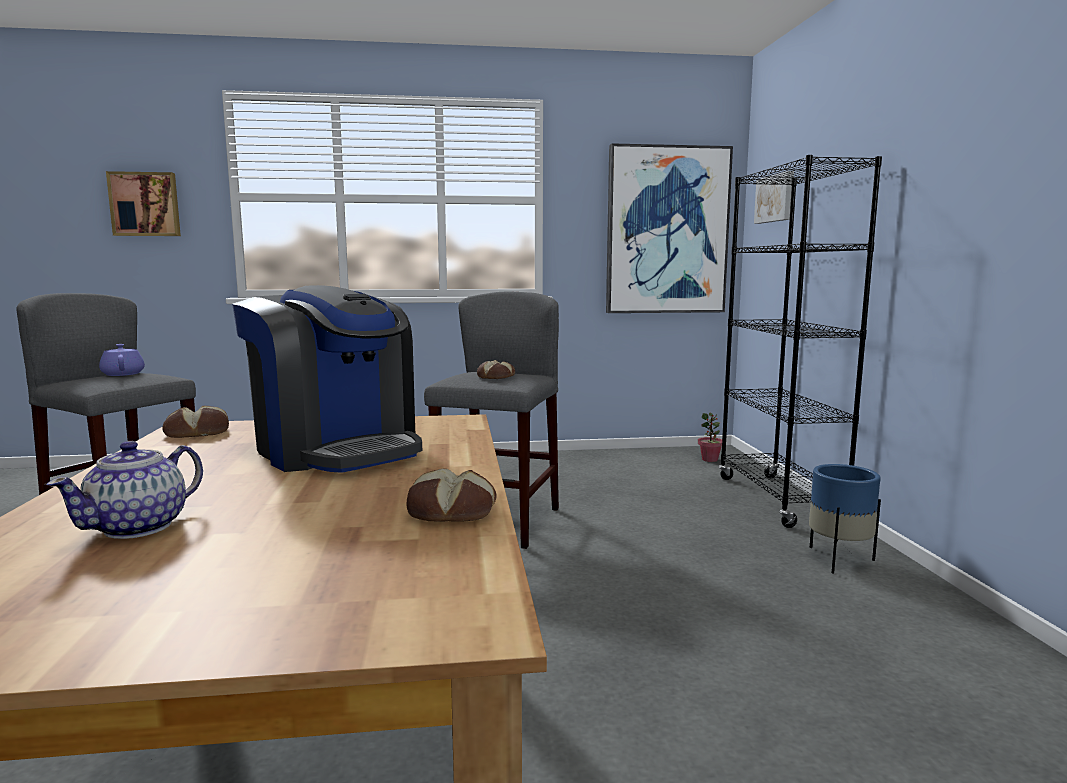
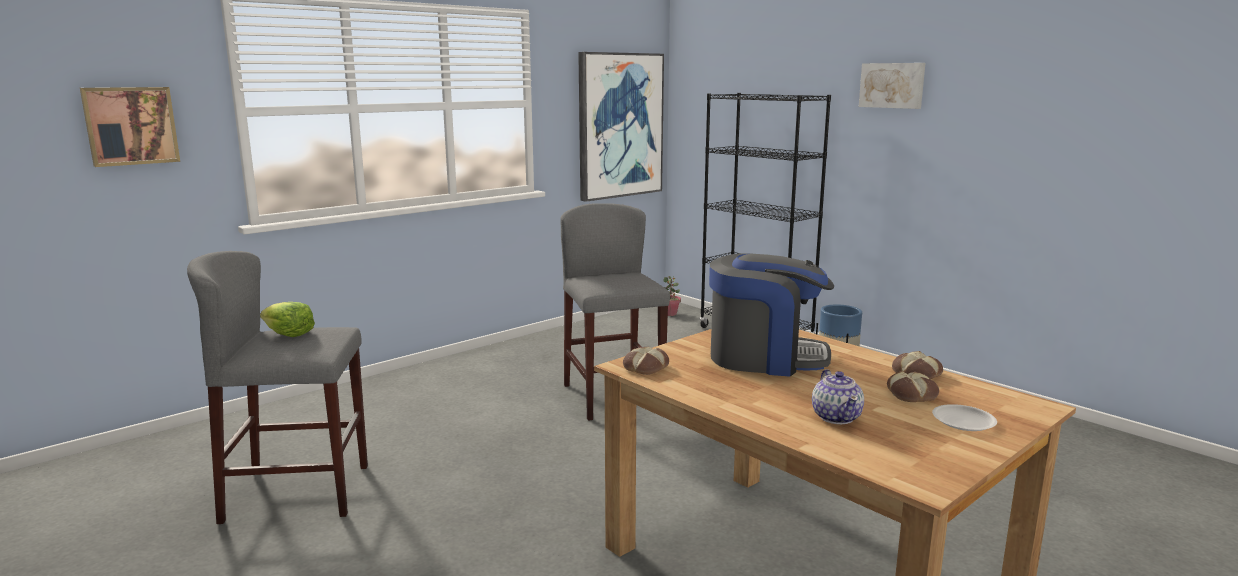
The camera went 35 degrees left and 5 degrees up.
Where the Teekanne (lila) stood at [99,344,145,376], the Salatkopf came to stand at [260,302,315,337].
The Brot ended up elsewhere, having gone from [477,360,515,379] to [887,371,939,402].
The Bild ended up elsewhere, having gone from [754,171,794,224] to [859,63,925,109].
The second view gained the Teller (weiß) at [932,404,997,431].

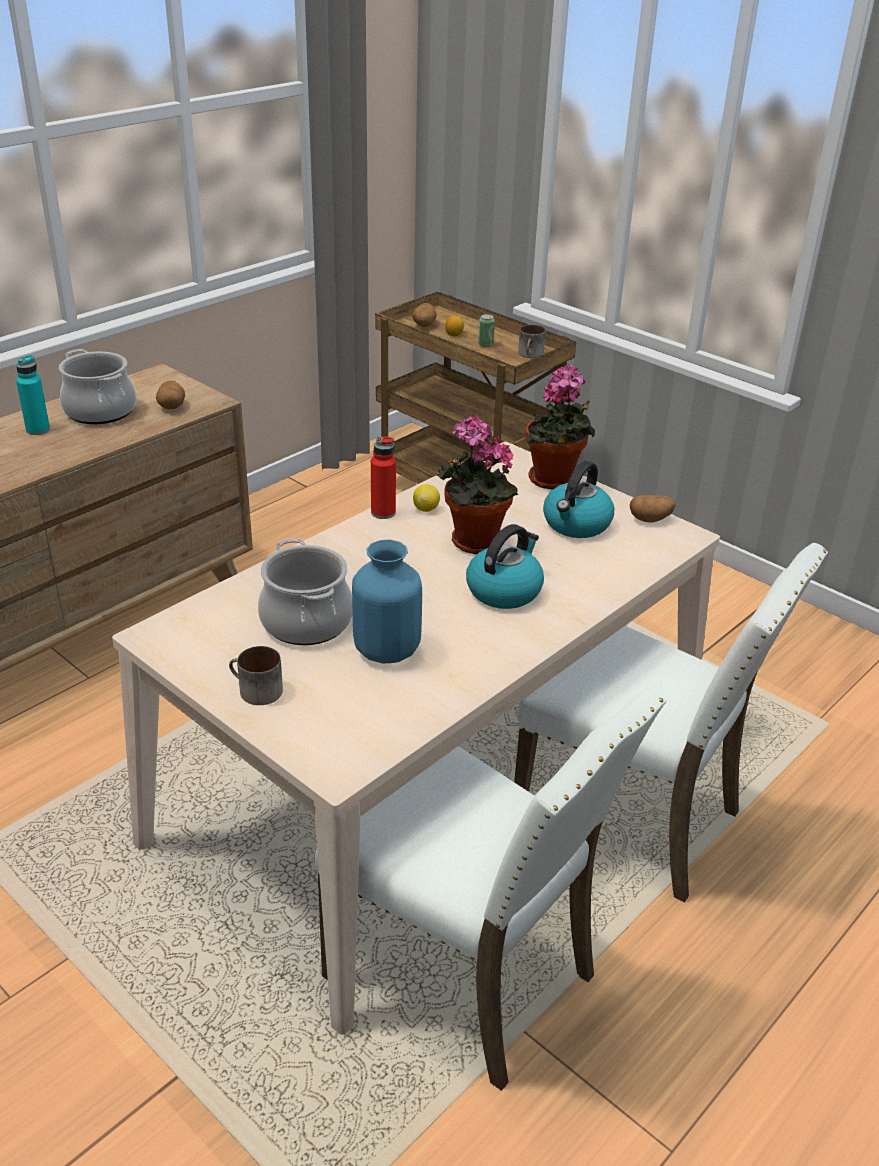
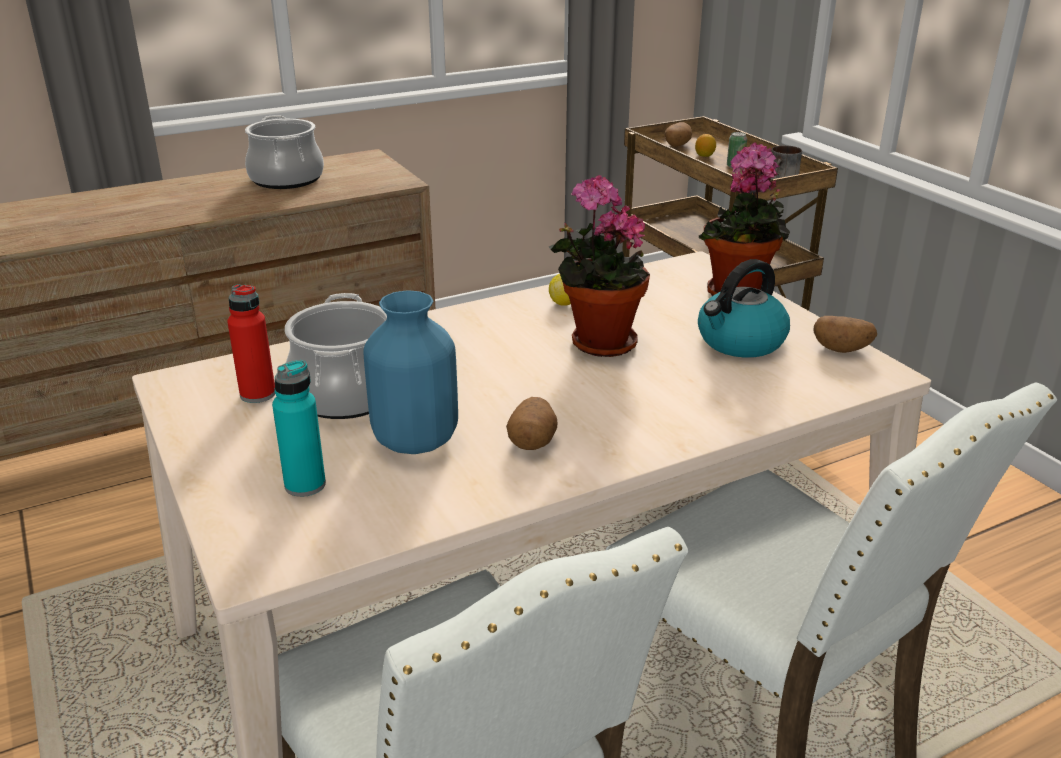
The camera went 20 degrees right and 5 degrees down.
The Flasche (türkis) ended up elsewhere, having gone from [16,355,50,435] to [272,360,326,497].
The Kartoffel ended up elsewhere, having gone from [156,381,185,410] to [506,397,557,450].
The second view lost the Henkelbecher at [229,646,283,705].
The Flasche (rot) ended up elsewhere, having gone from [371,437,396,519] to [227,284,275,403].
The second view lost the Wasserkessel at [466,524,544,609].

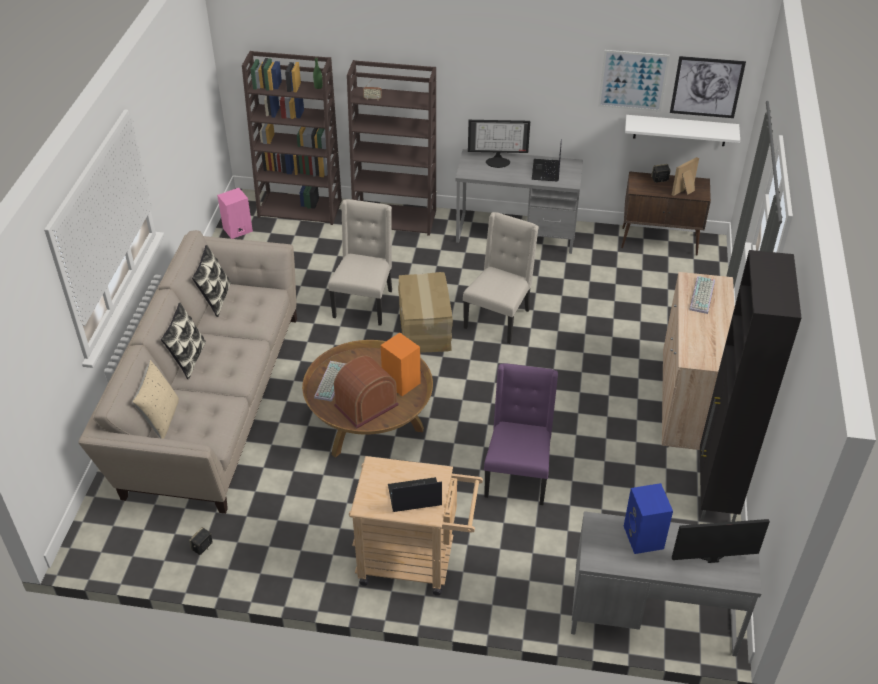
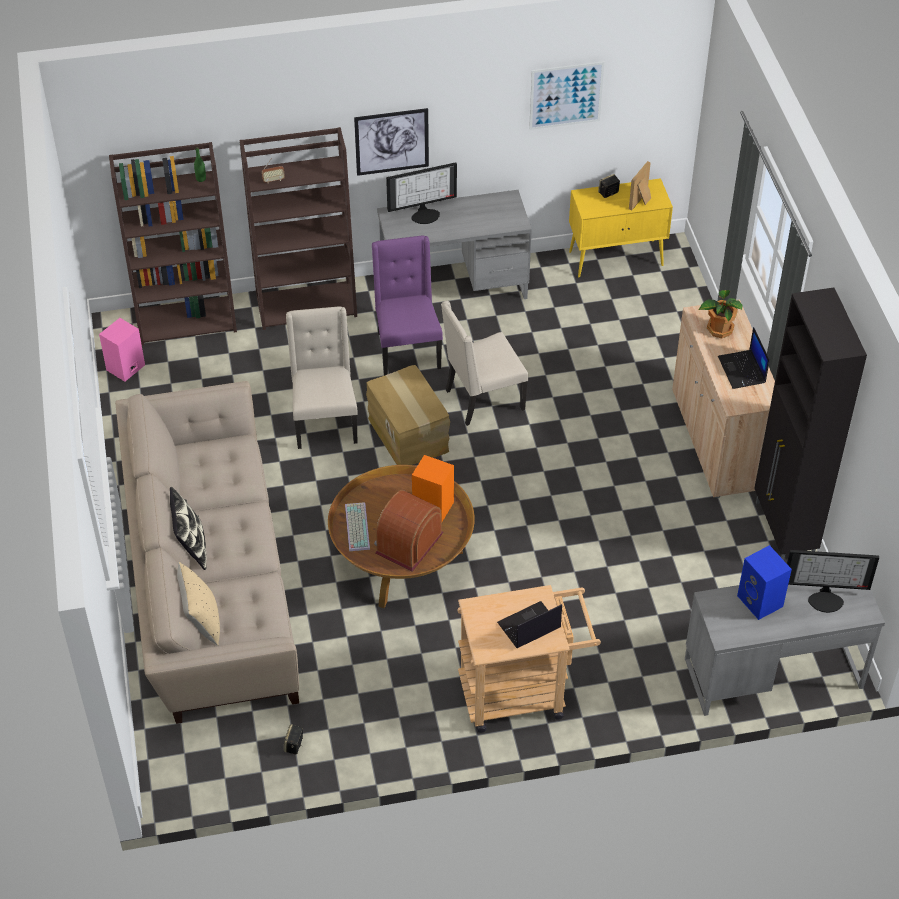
The camera went 20 degrees left and 5 degrees up.
The second view lost the Kissen at [192,245,231,317].
The Stuhl (beige) at [463,212,539,344] ended up facing another way, 120 degrees counterclockwise from before.
The Stuhl (lila) ended up elsewhere, having gone from [484,363,558,505] to [372,236,443,376].
The Laptop ended up elsewhere, having gone from [532,139,562,181] to [718,327,770,389].
What was the Schrank (braun) at [621,171,711,256] turned into the Schrank (gelb) at [569,178,673,278].
The second view lost the Wandregal (weiß) at [625,115,740,146].
The Bild ended up elsewhere, having gone from [670,56,746,118] to [354,108,429,176].
The Monitor at [672,519,770,563] ended up facing another way, 150 degrees counterclockwise from before.
Where the Tastatur stood at [689,276,715,314], the Topfpflanze came to stand at [699,290,743,338].

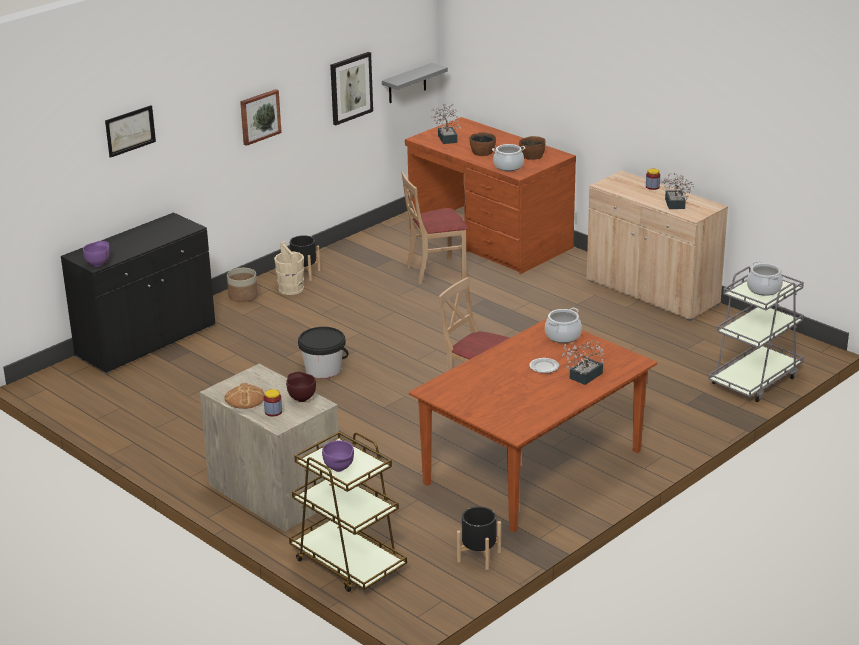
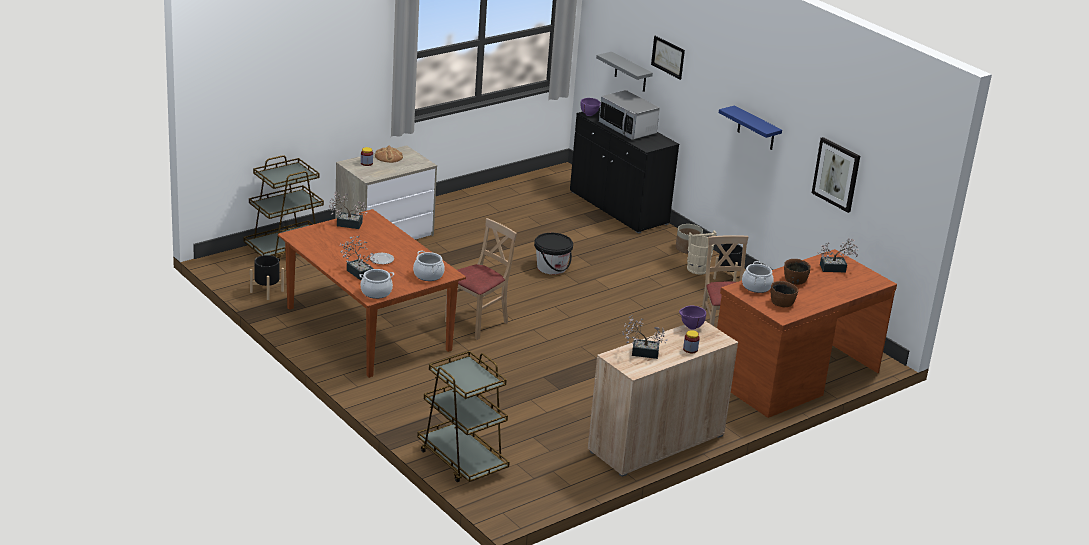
The camera went 95 degrees right and 0 degrees up.
Where the Bild hung at [240,89,282,146], the Wandregal (blau) came to hang at [719,105,782,150].
The second view lost the Schüssel (braun) at [286,372,316,402].
The Schüssel (lila) ended up elsewhere, having gone from [322,440,354,472] to [679,306,706,330].
The Wandregal (grau) ended up elsewhere, having gone from [382,63,448,103] to [596,52,653,92].
What was the Rollwagen (grau) at [708,267,804,402] turned into the Rollwagen (braun) at [417,351,510,482].
The Kochtopf ended up elsewhere, having gone from [747,261,783,296] to [359,269,394,299].
The second view gained the Topfpflanze at [329,190,368,229].
The second view gained the Mikrowelle at [599,90,660,140].

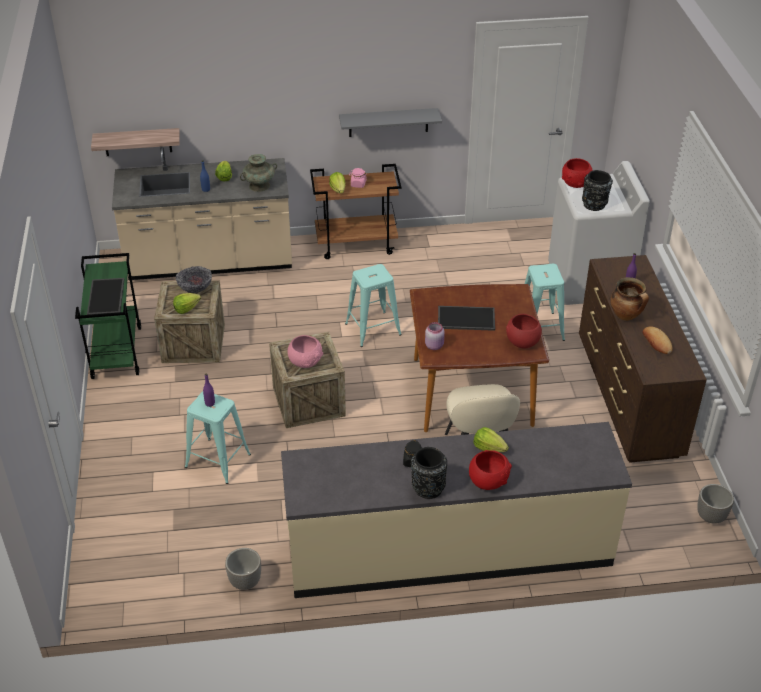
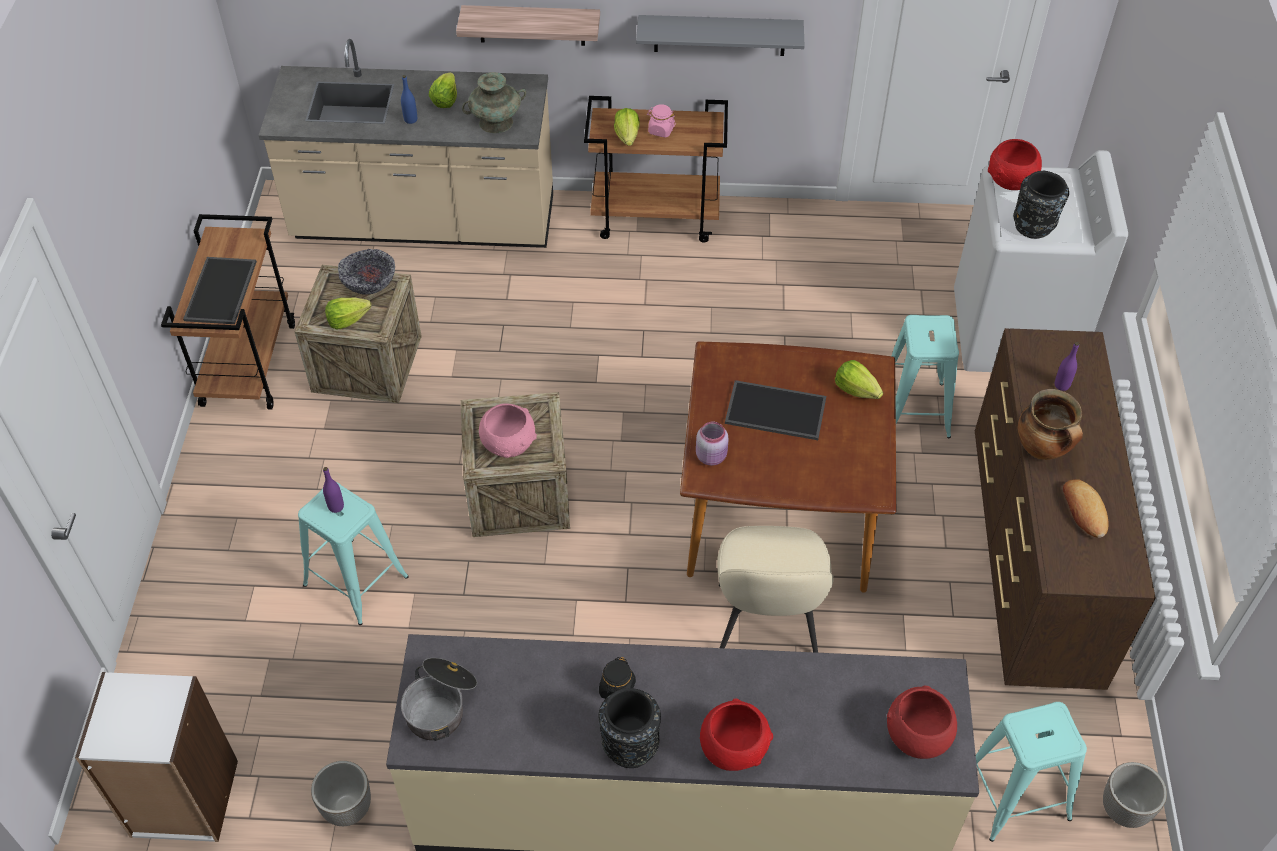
The camera went 10 degrees right and 10 degrees up.
What was the Rollwagen (grün) at [75,253,141,379] turned into the Rollwagen (braun) at [161,214,295,410].
The Wandregal ended up elsewhere, having gone from [91,128,180,156] to [456,5,600,46].
The Hocker (türkis) ended up elsewhere, having gone from [345,264,402,347] to [976,702,1087,842].
The Salatkopf ended up elsewhere, having gone from [473,427,509,452] to [835,360,883,399].
The Schüssel (rot) ended up elsewhere, having gone from [506,314,542,348] to [887,685,957,759].
The second view gained the Bücherregal (weiß) at [75,672,238,842].
The second view gained the Kochtopf at [401,658,477,741].

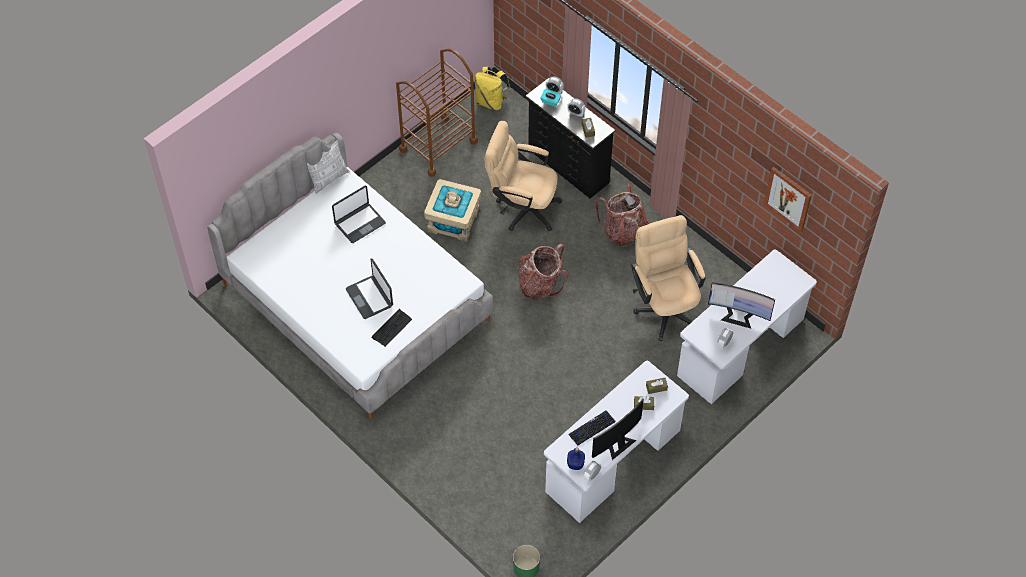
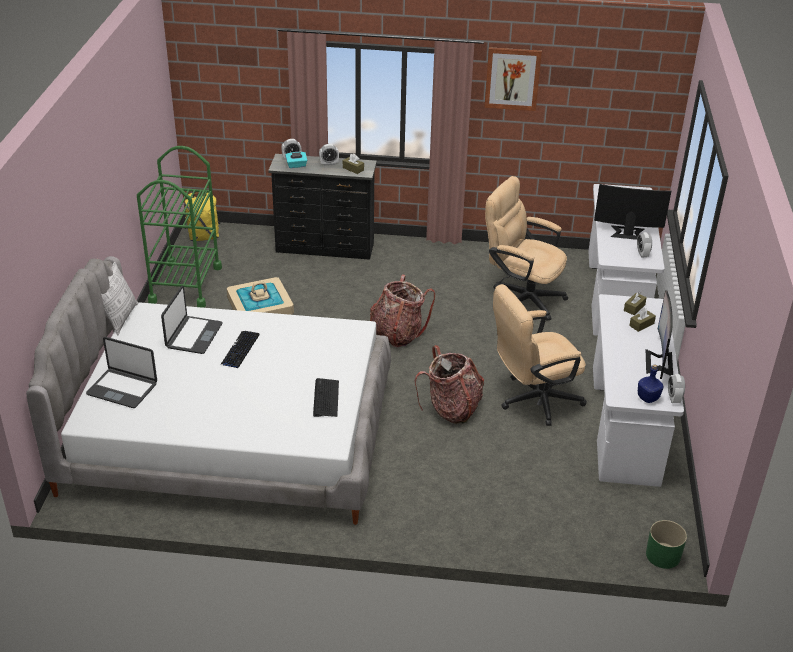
The camera went 40 degrees left and 20 degrees down.
The Laptop ended up elsewhere, having gone from [346,258,393,319] to [86,337,157,408].
What was the Rollwagen (braun) at [396,49,478,177] turned into the Rollwagen (grün) at [137,146,222,308].
The Bürostuhl (beige) ended up elsewhere, having gone from [485,121,562,231] to [493,284,587,426].
The Tastatur ended up elsewhere, having gone from [568,411,616,446] to [221,331,260,368].
The Rucksack ended up elsewhere, having gone from [596,183,649,247] to [414,345,484,424].
The Monitor at [708,282,775,329] ended up facing another way, 150 degrees counterclockwise from before.
The Bild ended up elsewhere, having gone from [764,167,812,232] to [484,47,542,111].

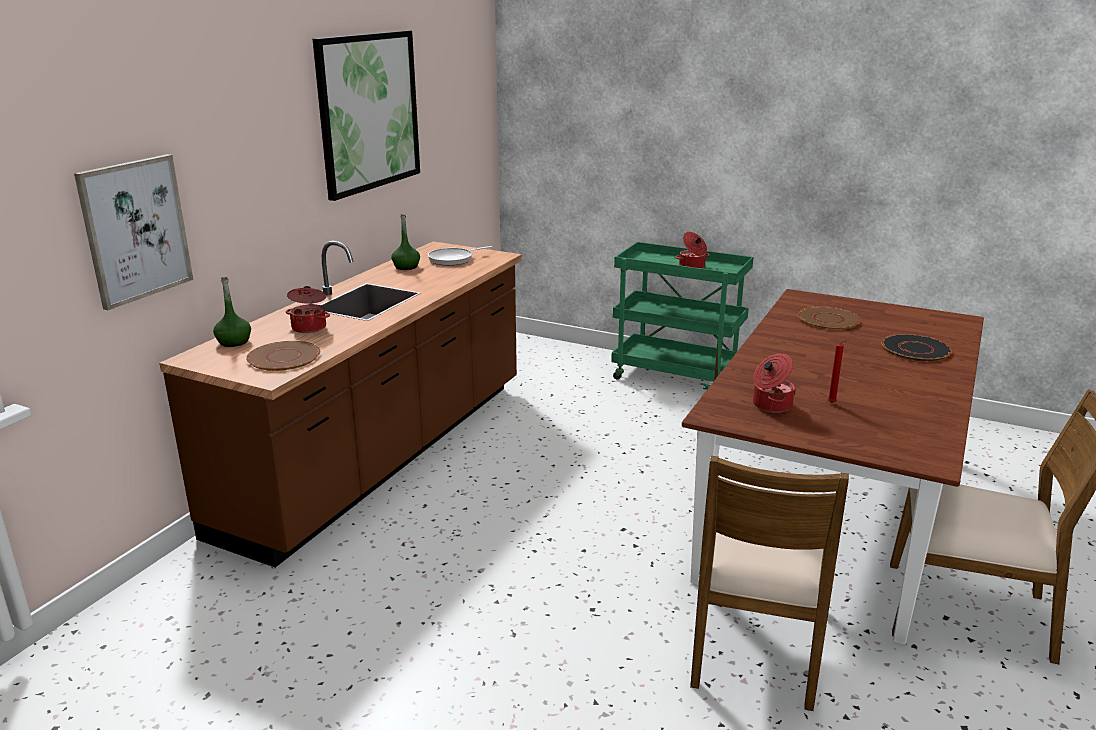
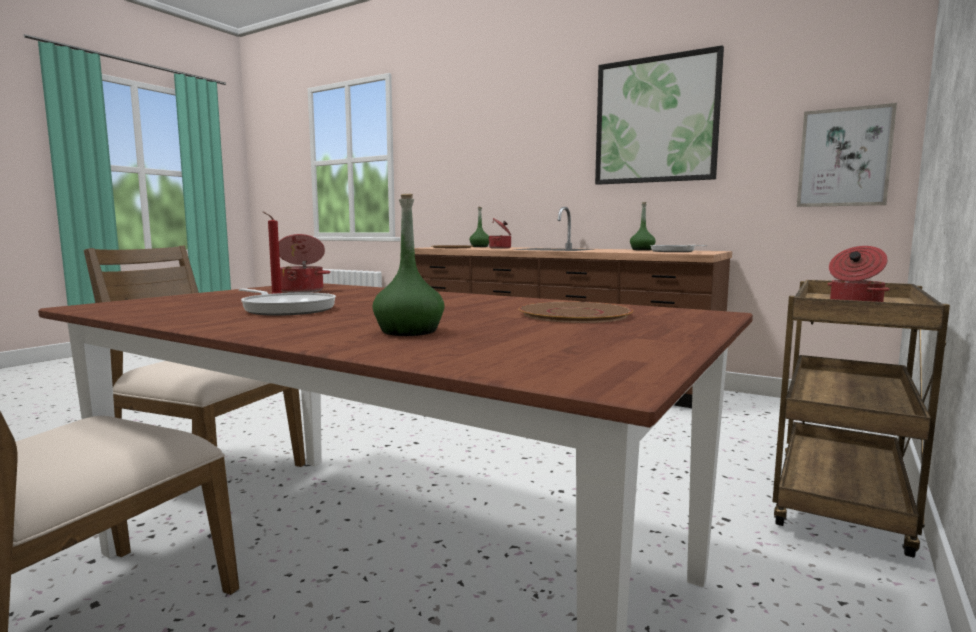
The camera went 95 degrees right and 15 degrees down.
The Bild ended up elsewhere, having gone from [74,154,193,310] to [797,103,897,207].
What was the Rollwagen (grün) at [611,242,753,390] turned into the Rollwagen (braun) at [772,280,950,557].
Where the Teller (schwarz) stood at [881,334,952,361], the Flasche (grün) came to stand at [373,194,444,336].
The second view gained the Pfanne at [239,288,336,316].

